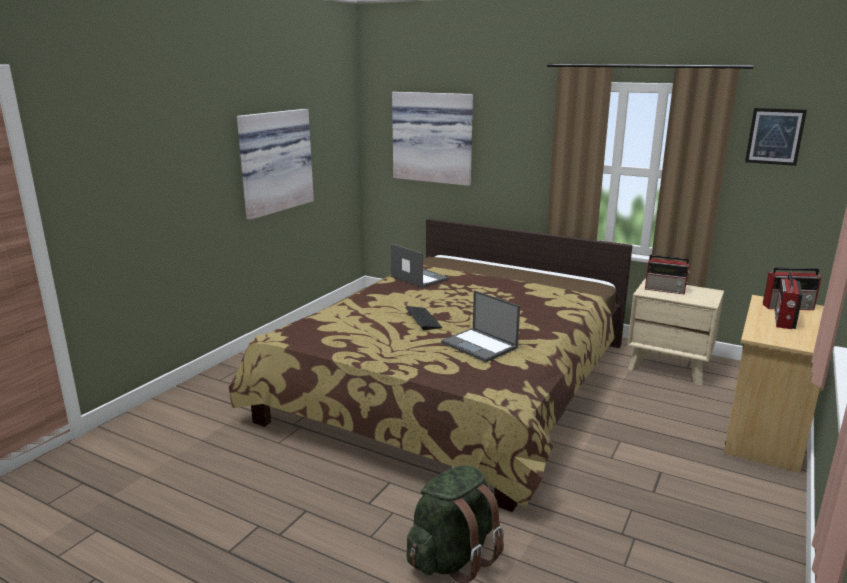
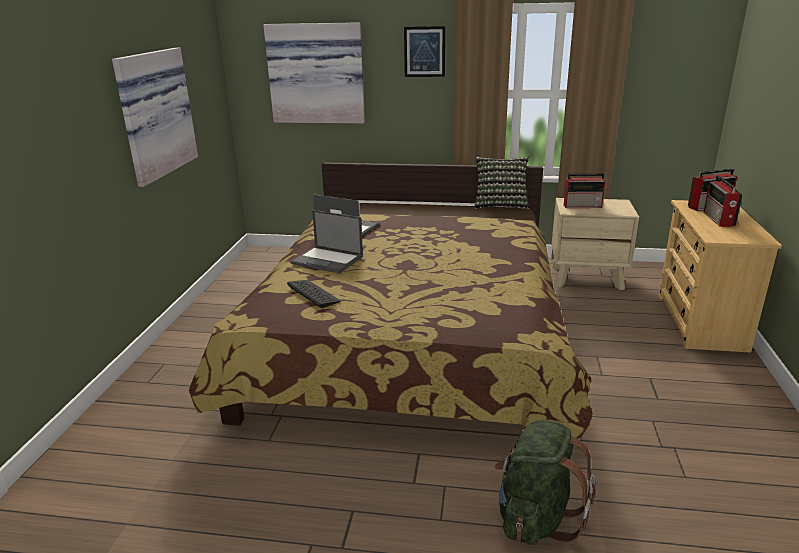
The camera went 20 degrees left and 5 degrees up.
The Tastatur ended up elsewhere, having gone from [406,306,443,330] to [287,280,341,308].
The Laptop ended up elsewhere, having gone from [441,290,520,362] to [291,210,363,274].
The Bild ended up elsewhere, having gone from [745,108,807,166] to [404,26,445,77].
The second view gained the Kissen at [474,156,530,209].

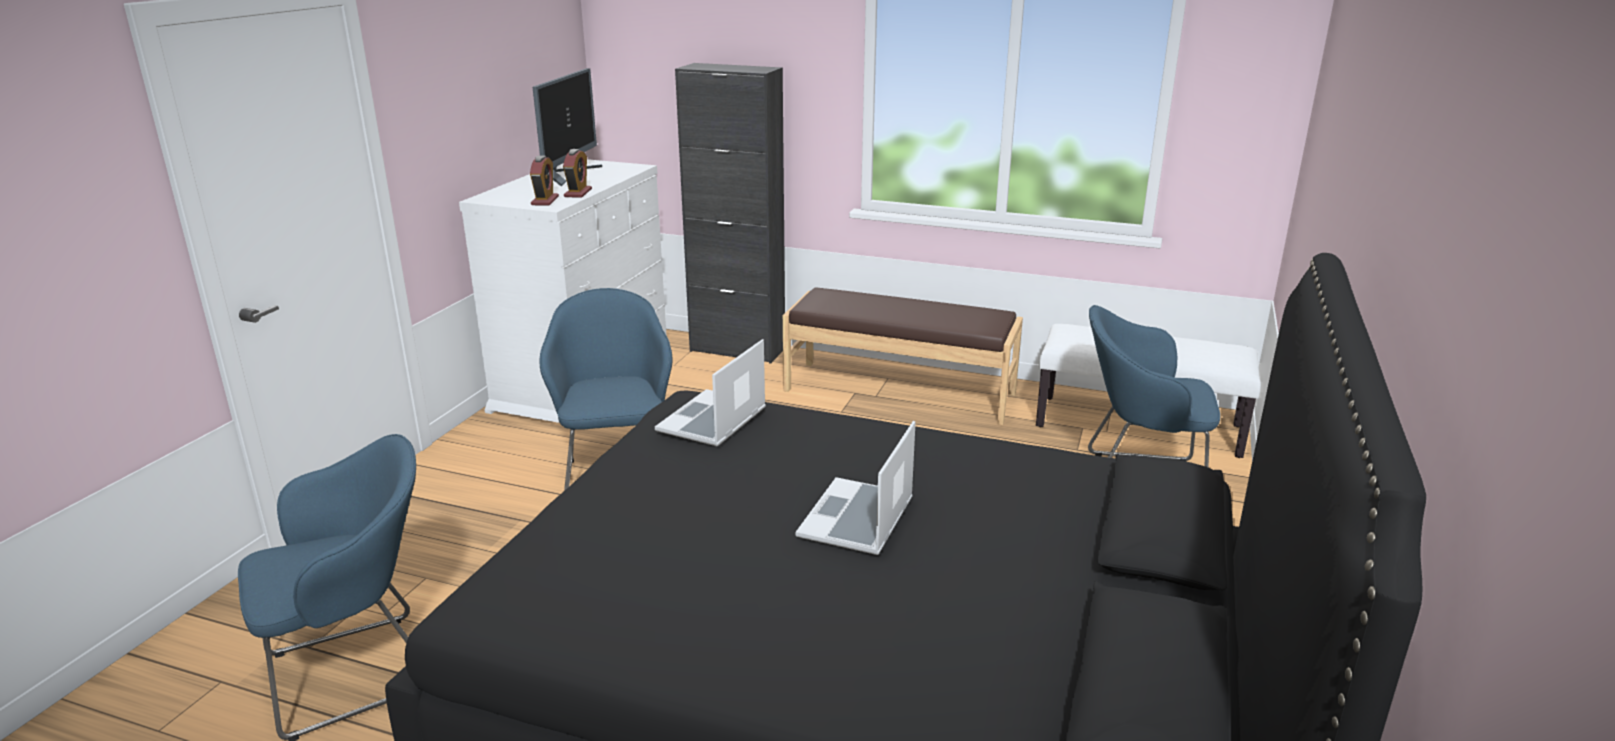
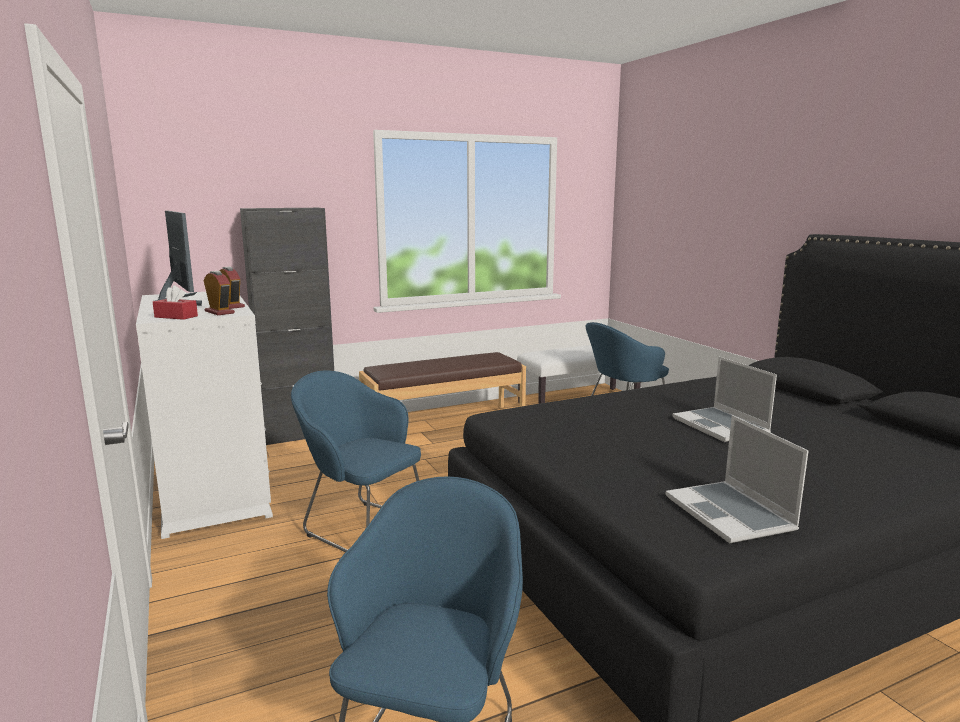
The camera went 45 degrees left and 10 degrees down.
The Laptop ended up elsewhere, having gone from [655,339,766,447] to [666,415,809,543].
The second view gained the Taschentuchbox (rot) at [153,285,198,320].

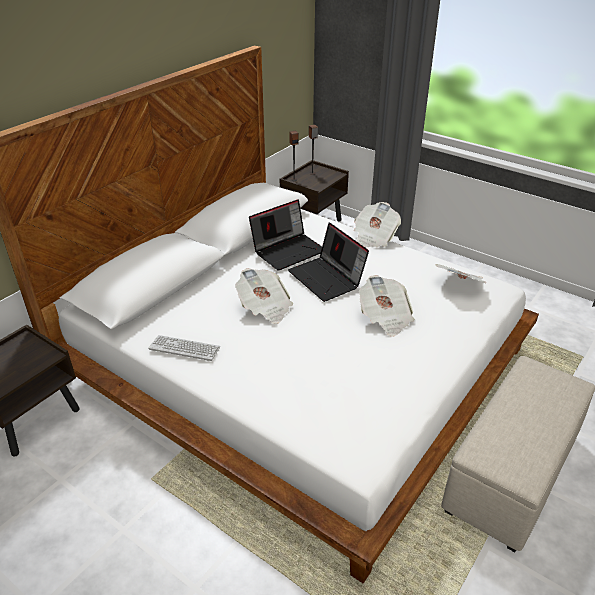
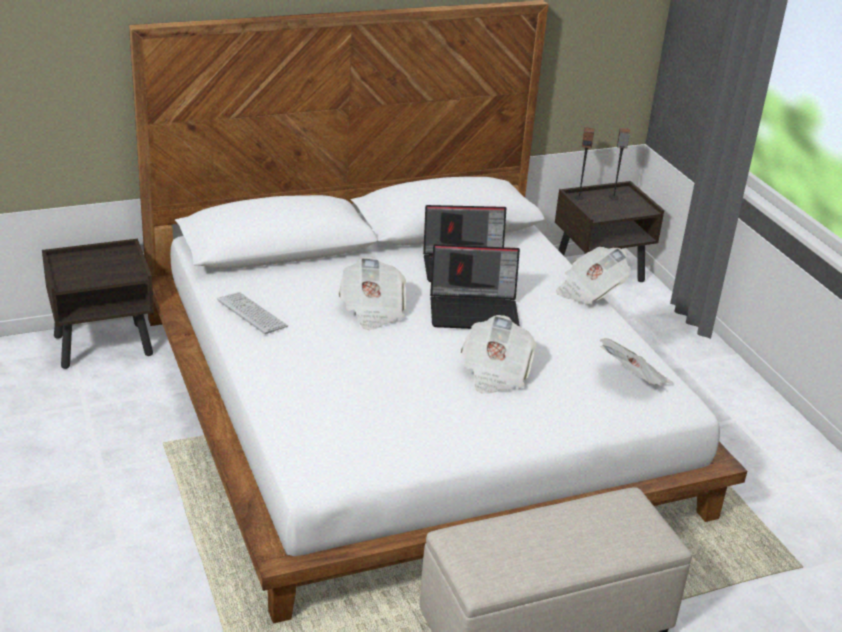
The camera went 30 degrees right and 5 degrees down.
The Laptop at [288,222,369,302] ended up facing another way, 90 degrees counterclockwise from before.

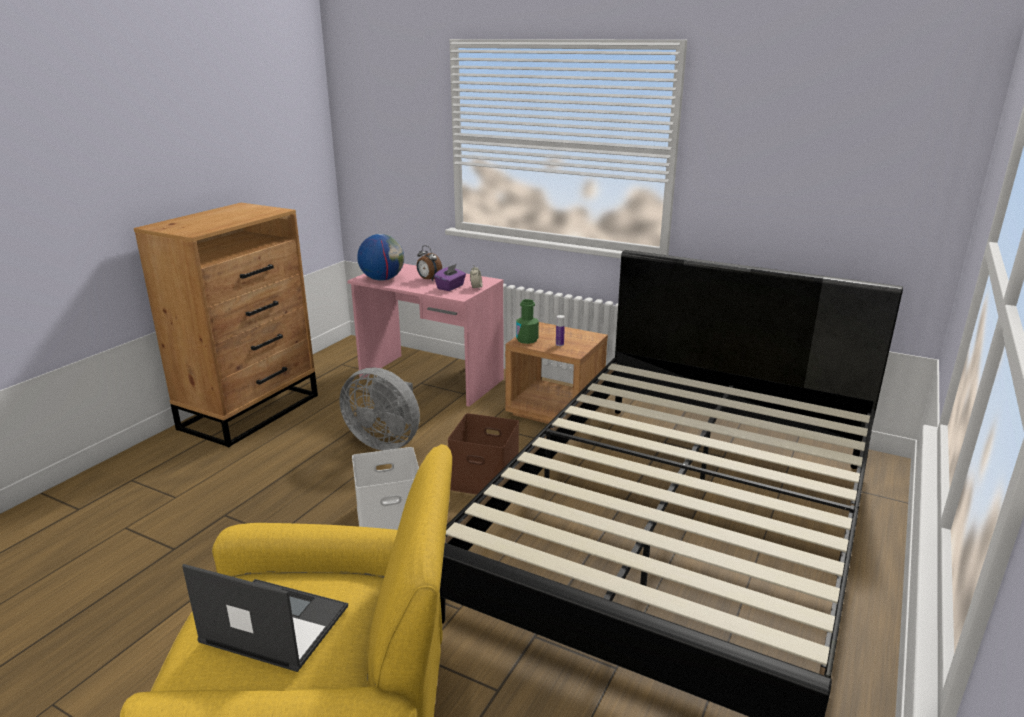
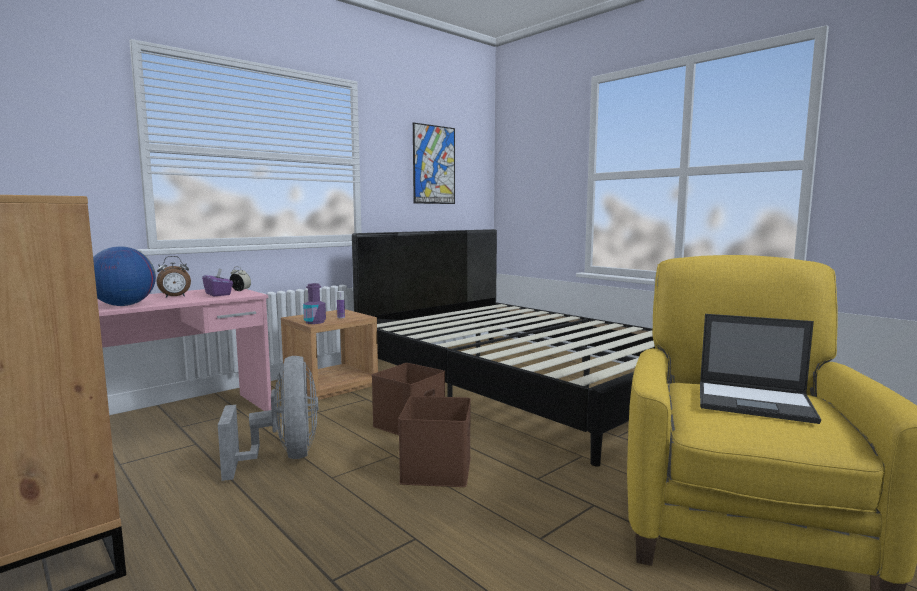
The camera went 70 degrees left and 15 degrees down.
The Laptop at [182,564,348,672] ended up facing another way, 105 degrees counterclockwise from before.
The Ventilator (grau) at [339,368,420,451] ended up facing another way, 60 degrees counterclockwise from before.
What was the Aufbewahrungsbox (weiß) at [352,447,419,530] turned into the Aufbewahrungsbox (braun) at [398,396,471,487].
What was the Flasche (grün) at [516,299,539,344] turned into the Flasche (lila) at [303,283,326,324].
The second view gained the Bild at [413,122,455,204].

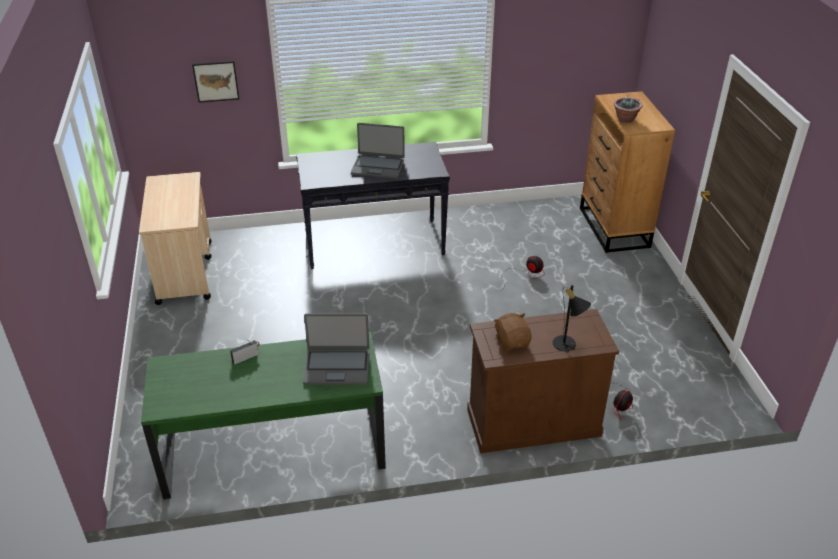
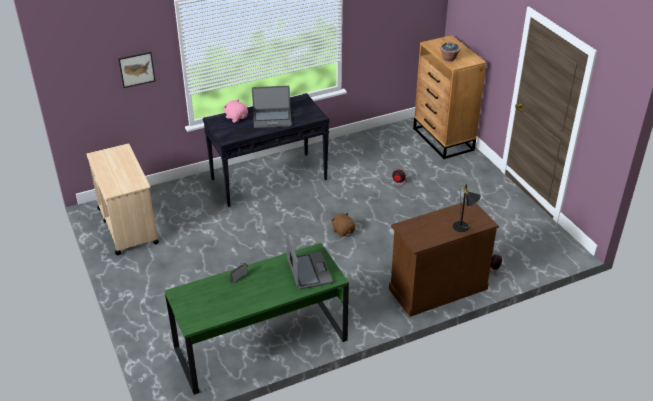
The camera went 15 degrees left and 0 degrees up.
The Laptop at [303,313,370,385] ended up facing another way, 90 degrees counterclockwise from before.
The Plüschtier (braun) ended up elsewhere, having gone from [494,313,532,351] to [331,213,355,237].
The second view gained the Plüschtier (rosa) at [223,99,248,123].

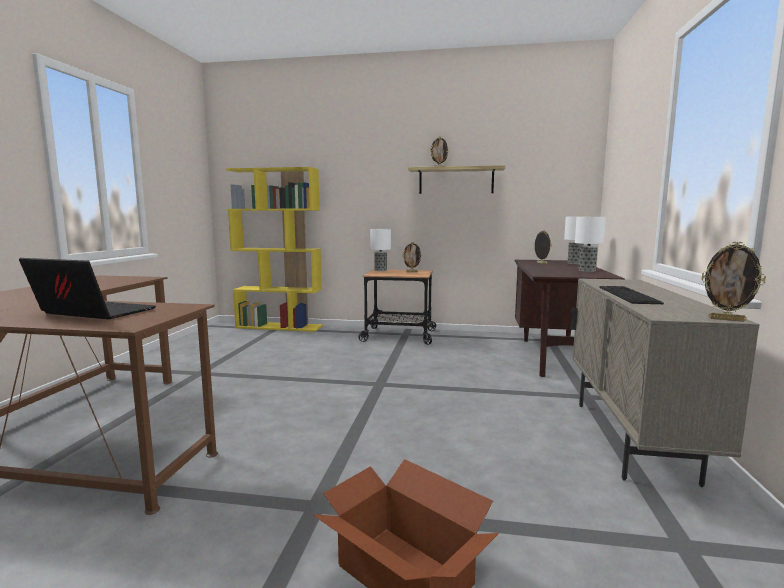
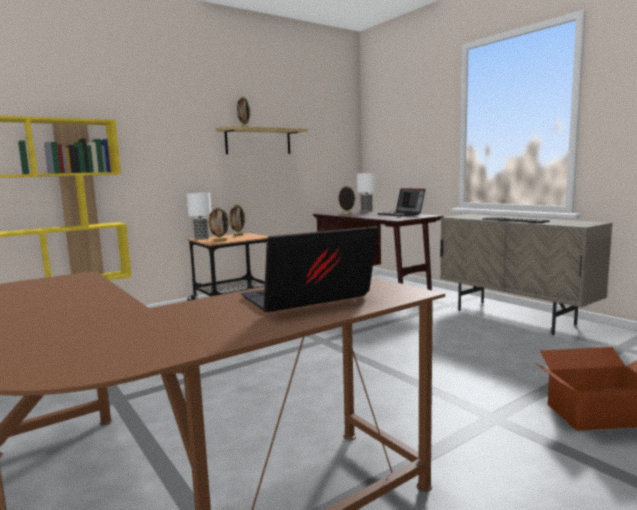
The camera went 45 degrees left and 0 degrees up.
Where the Tischlampe stood at [575,217,606,272], the Laptop came to stand at [377,188,425,216].
The Bilderrahmen ended up elsewhere, having gone from [701,242,766,322] to [207,207,230,242].

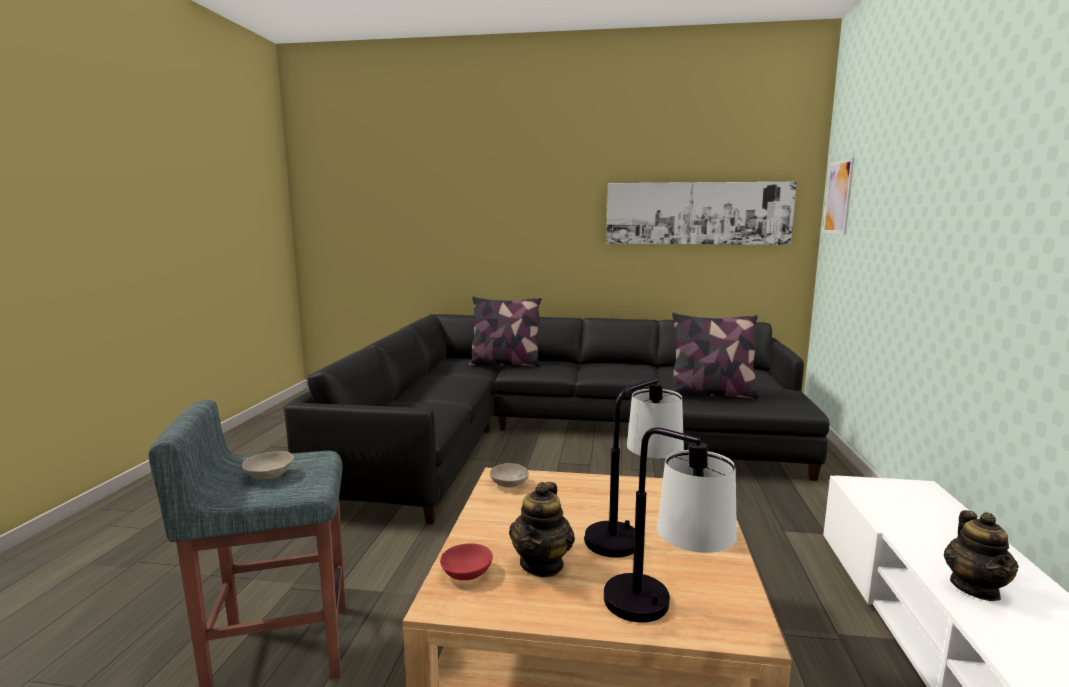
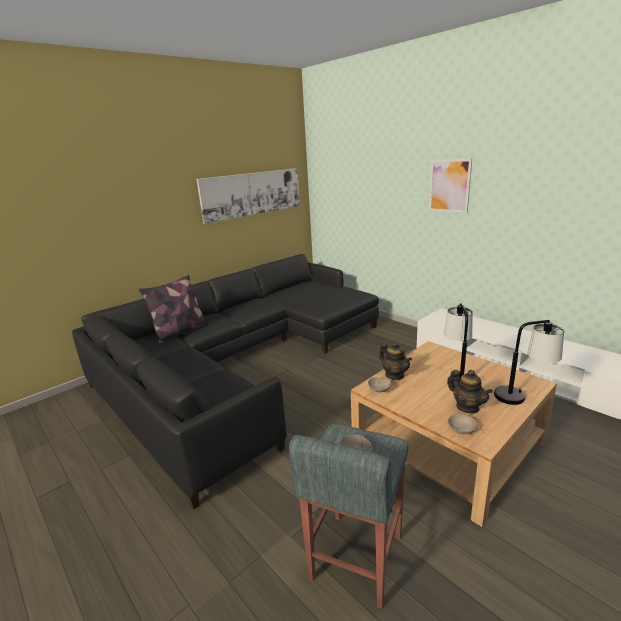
The camera went 50 degrees left and 10 degrees up.
What was the Schüssel (rot) at [440,543,493,580] turned into the Schüssel (beige) at [448,414,477,434].
The second view lost the Kissen at [672,312,759,399].
The Bild ended up elsewhere, having gone from [823,157,855,234] to [429,159,472,213].
The Teekanne ended up elsewhere, having gone from [944,510,1019,601] to [379,342,412,380].

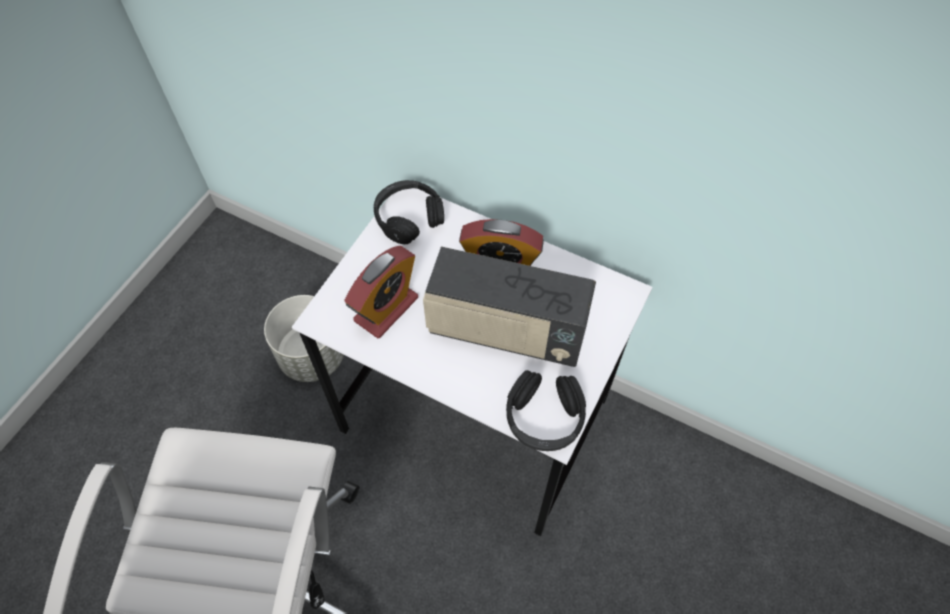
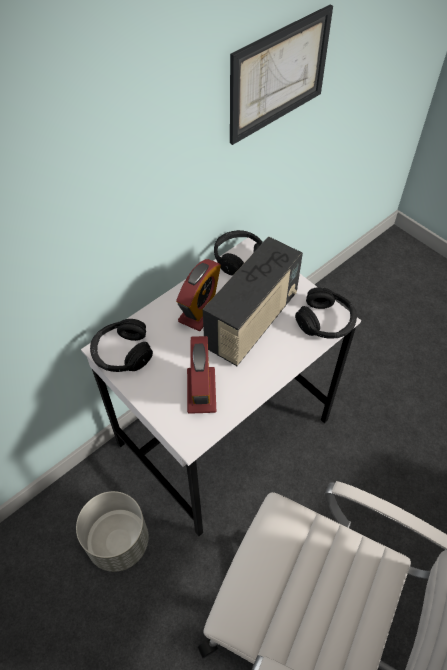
The camera went 70 degrees left and 5 degrees down.
The Wecker at [344,245,418,338] ended up facing another way, 150 degrees counterclockwise from before.
The second view gained the Kopfhörer (schwarz) at [214,230,263,276].
The second view gained the Bild at [230,5,333,145].

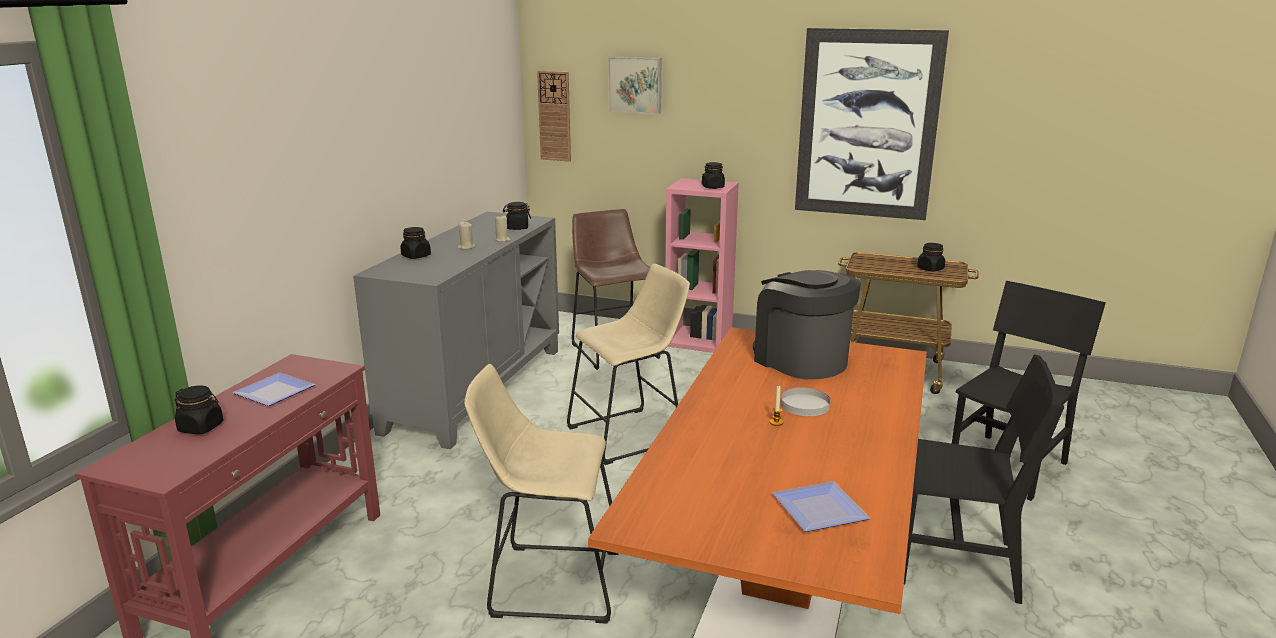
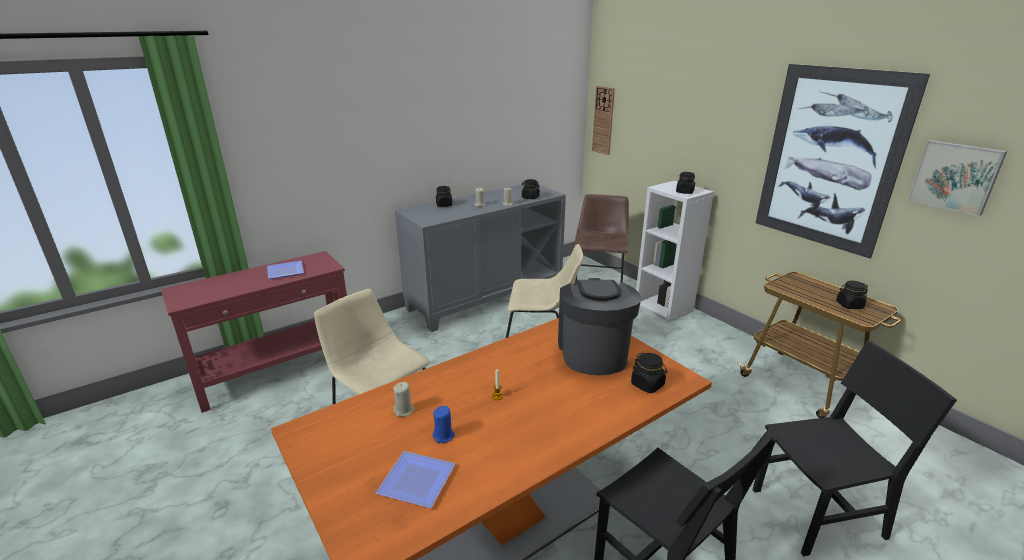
The camera went 35 degrees right and 5 degrees up.
The Vorratsglas (schwarz) ended up elsewhere, having gone from [175,385,223,434] to [631,353,667,393].
The Bild ended up elsewhere, having gone from [608,57,661,114] to [908,140,1007,216].
What was the Bücherregal (rosa) at [665,178,739,353] turned into the Bücherregal (weiß) at [636,181,714,322].
The second view lost the Teller (weiß) at [780,388,831,416].
The second view gained the Kerze (beige) at [393,382,415,417].
The second view gained the Kerze (blau) at [433,406,455,443].

